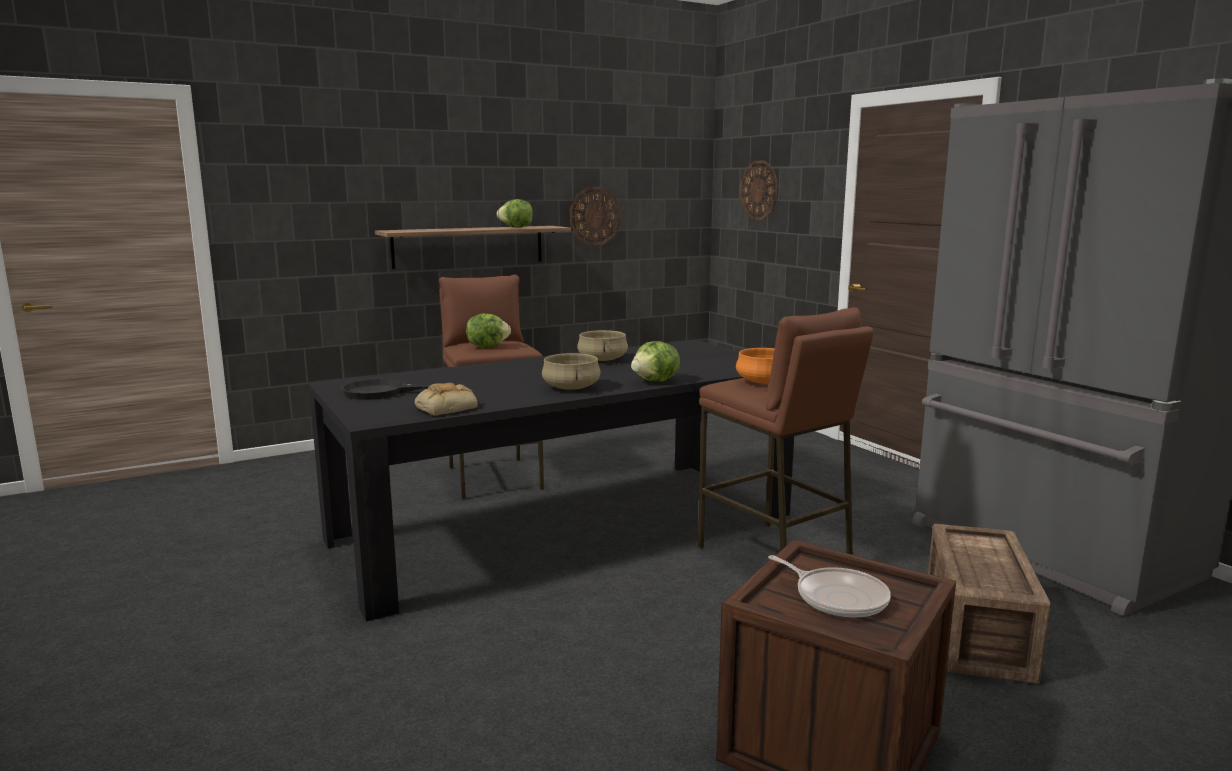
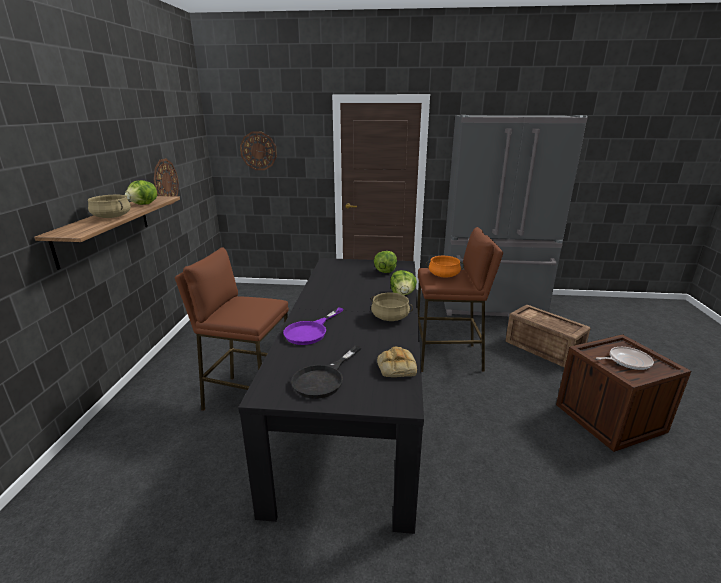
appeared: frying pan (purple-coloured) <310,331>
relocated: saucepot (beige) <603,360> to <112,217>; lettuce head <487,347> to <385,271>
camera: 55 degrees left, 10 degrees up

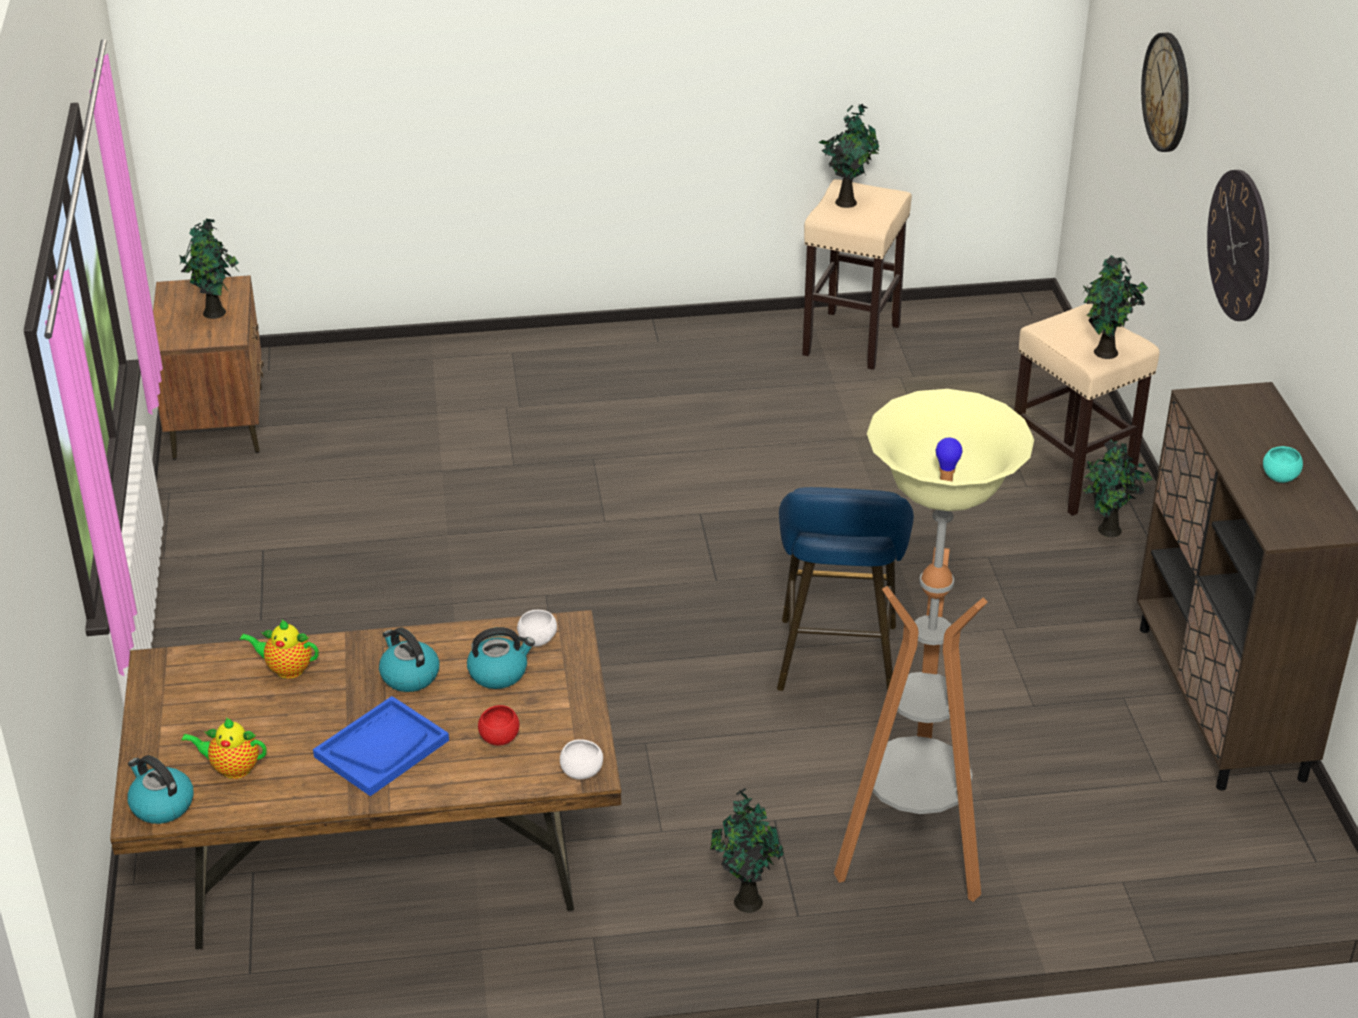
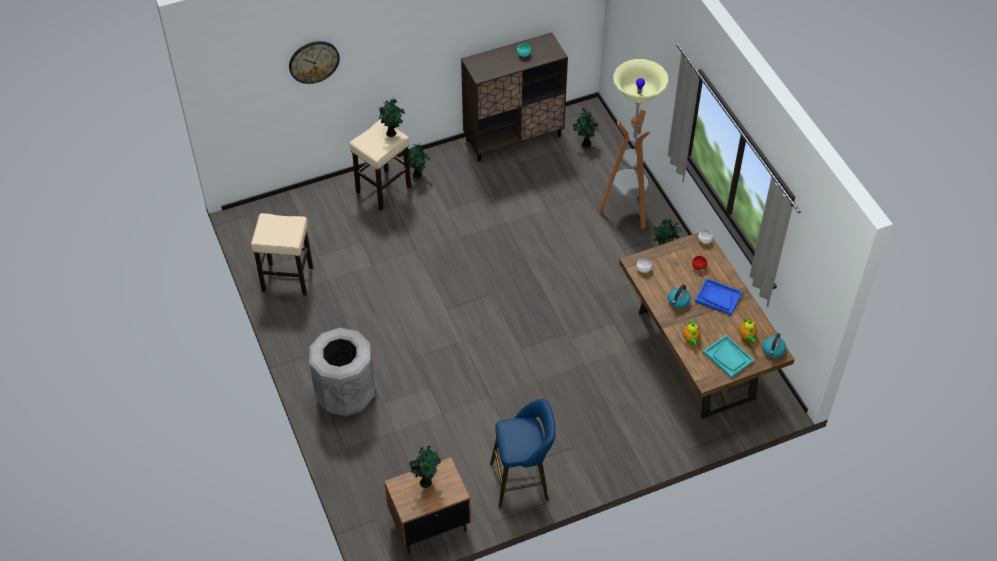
missing: kettle <499,673>; hanging clock <1239,245>
appeared: waste bin (greyish) <346,395>; serving tray (blue-green) <728,357>
relocated: sitting stool (bluish) <837,663> to <523,481>; potted plant <847,201> to <585,144>
camera: 105 degrees left, 15 degrees up

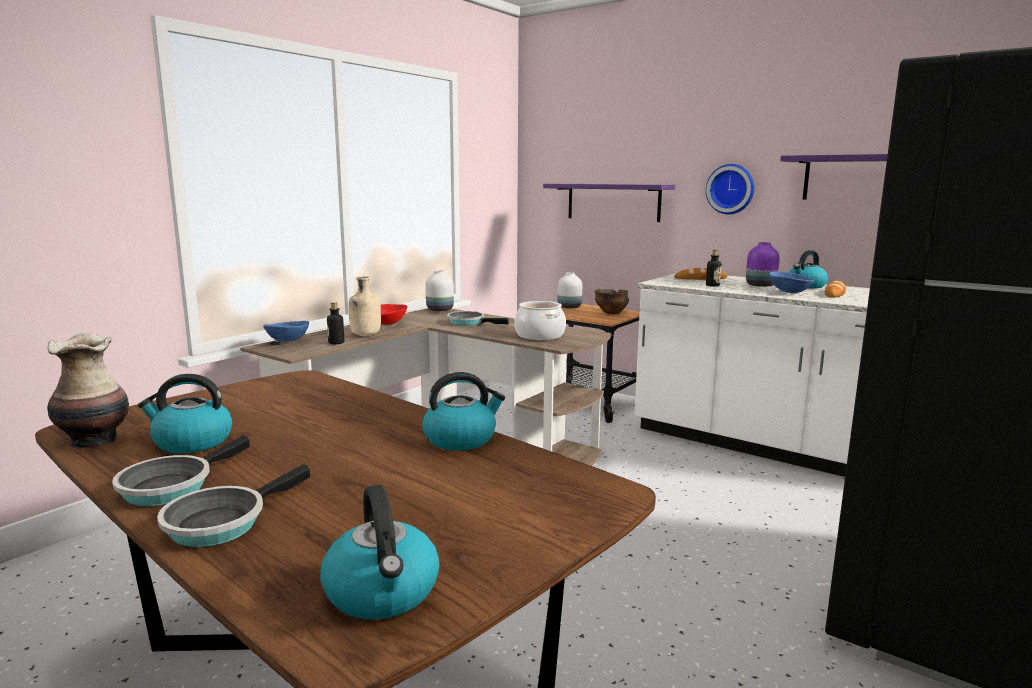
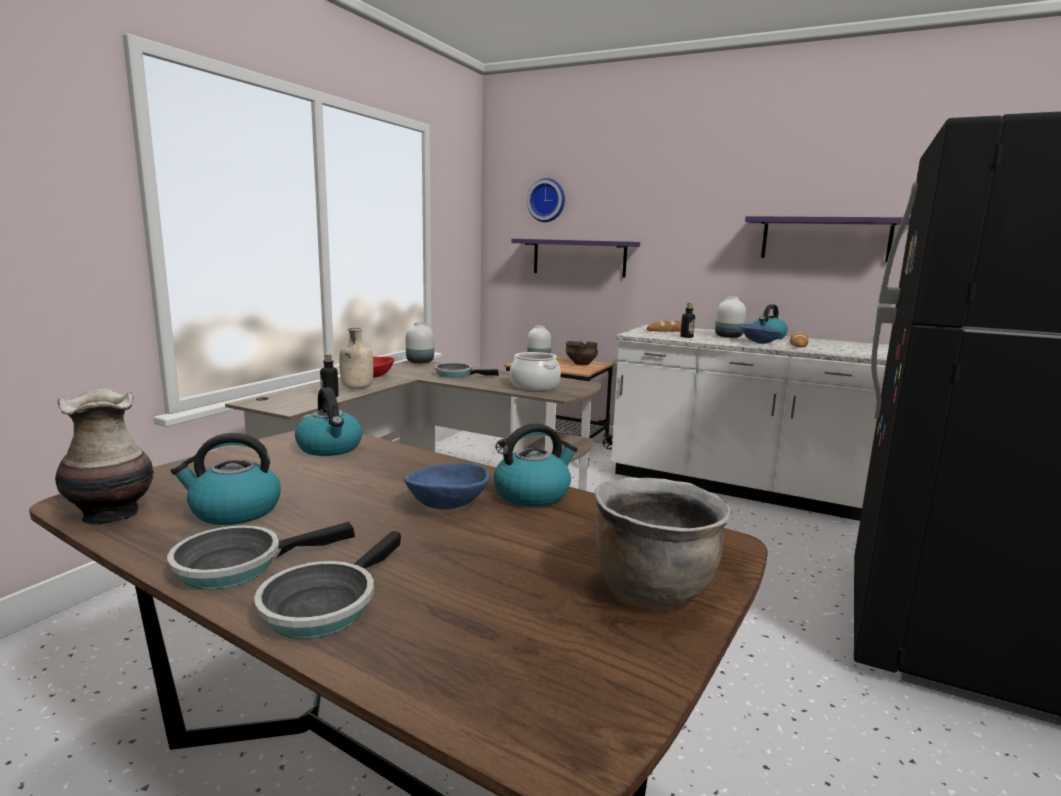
appeared: saucepot (brownish) <652,588>
relocated: kettle <383,593> to <330,448>; deep dish (bluish) <287,341> to <447,506>; hanging clock <731,189> to <547,200>
colour: vase (purple-coloured) <761,285> to vase (whitish) <729,337>
spun: frying pan <171,486> = <238,565> 45 degrees clockwise
camera: 10 degrees left, 0 degrees up

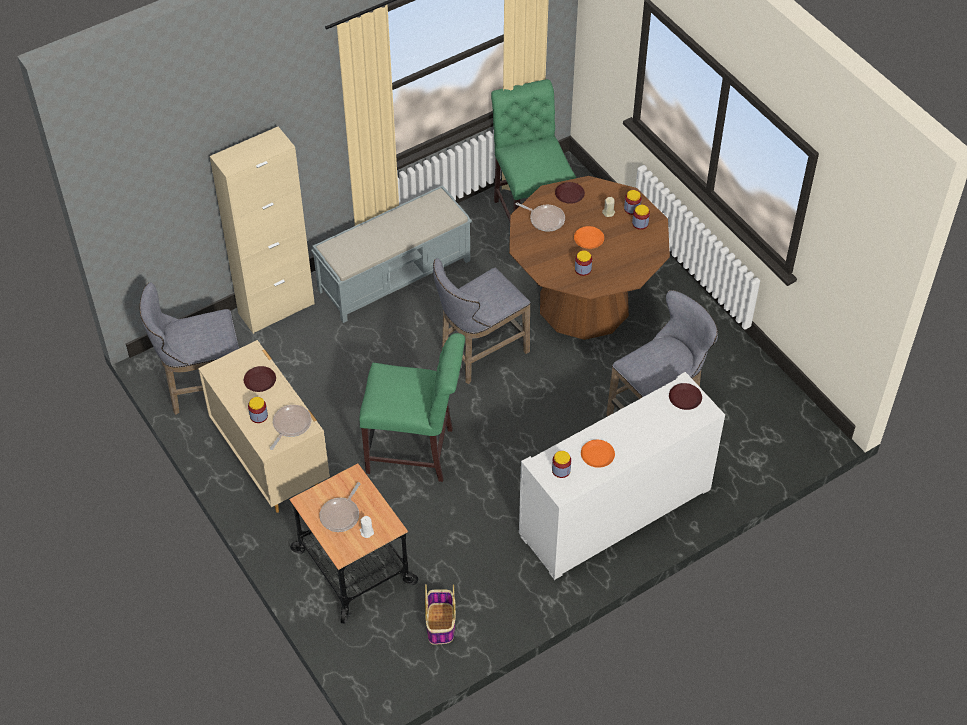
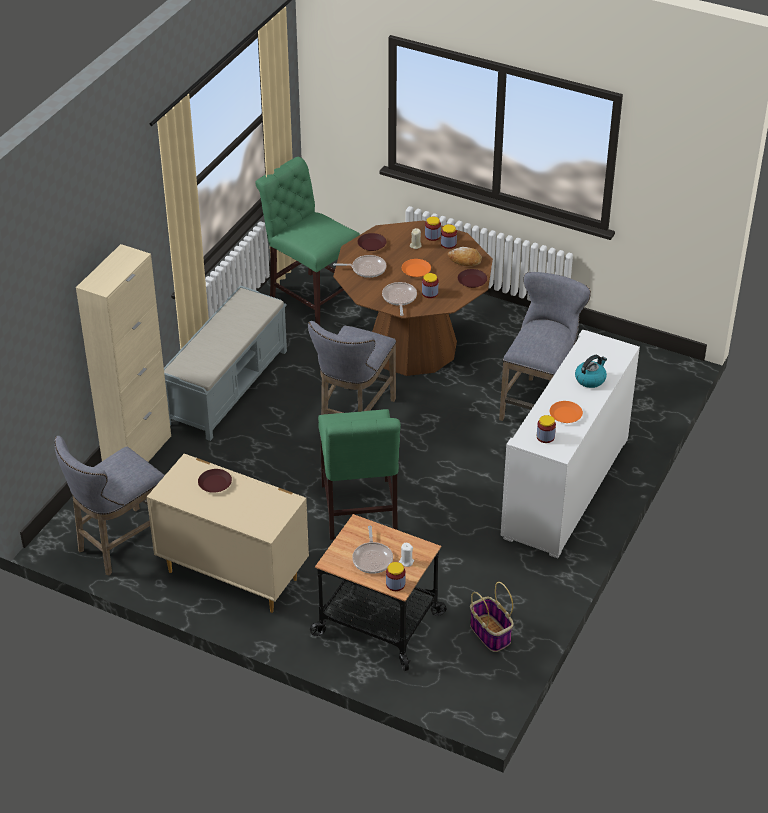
appeared: bakery bread <465,260>; kettle <590,379>
relocated: frying pan <290,425> to <399,298>; storage jar <259,416> to <395,584>; dinner plate (brownish) <685,398> to <472,281>
spun: chair (green) <415,451> = <359,513> 105 degrees clockwise
camera: 30 degrees left, 10 degrees down

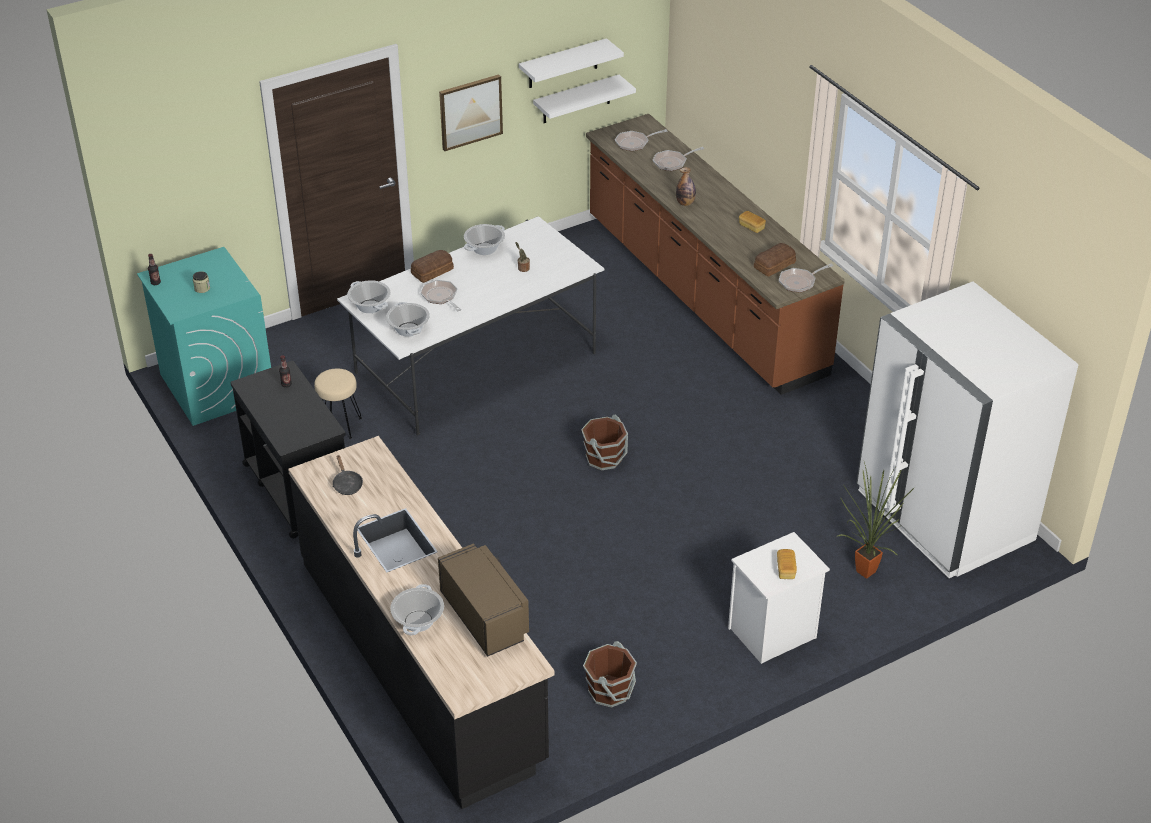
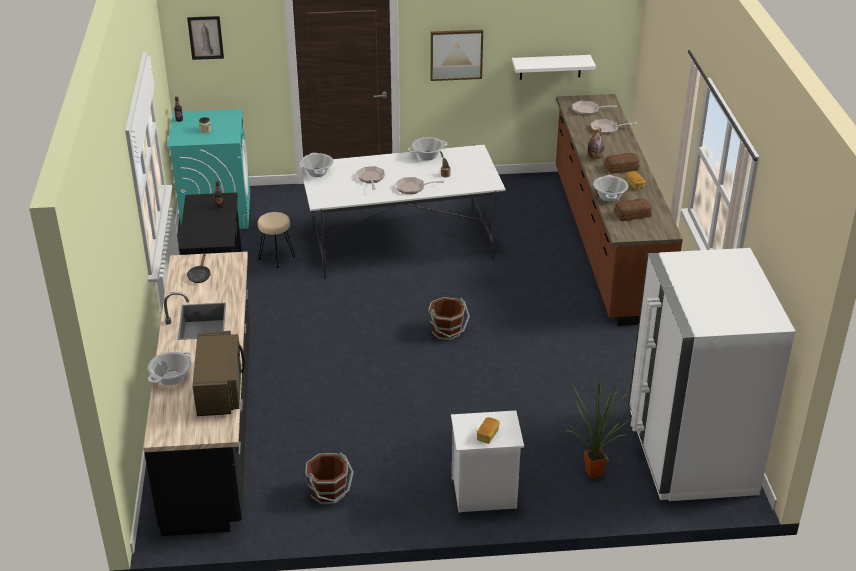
missing: bracket shelf (whitish) <563,64>
appeared: picture <205,37>
relocated: frying pan <800,282> to <413,188>; saucepot <408,329> to <609,196>; bakery bread <433,271> to <622,168>
camera: 25 degrees right, 5 degrees down

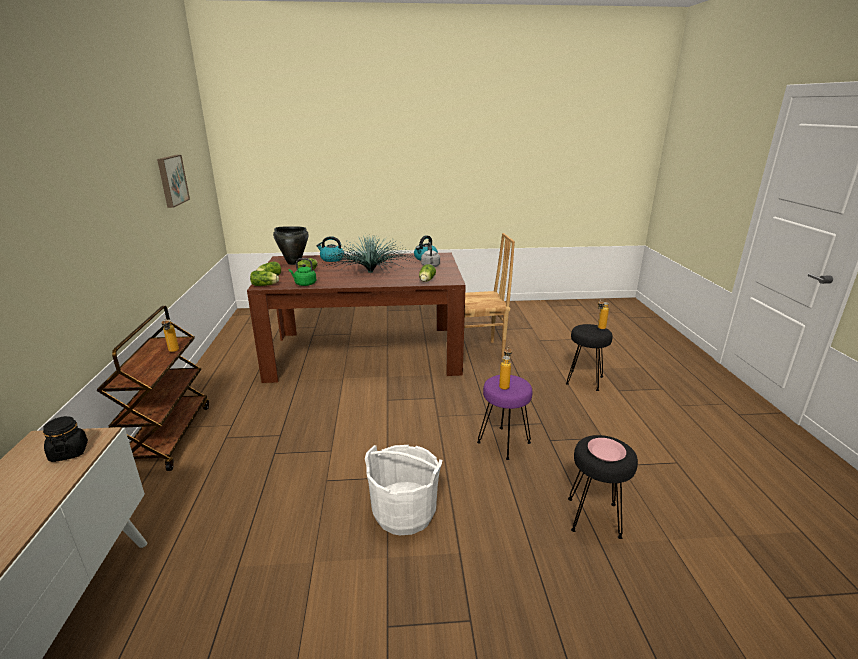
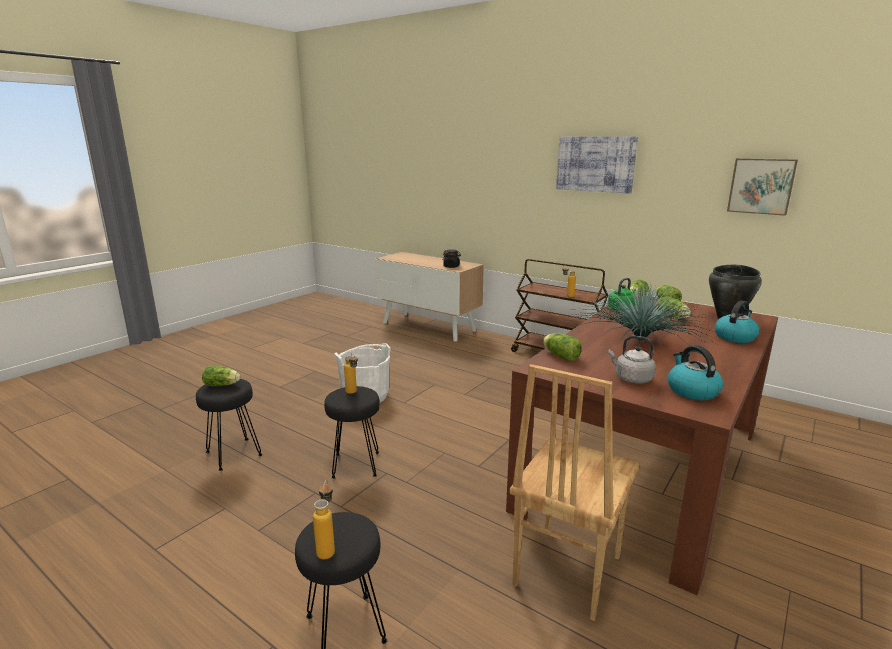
appeared: picture <595,164>
exchanged: dinner plate (pink) <606,453> to lettuce head <223,385>
colour: sitting stool (purple-coloured) <503,443> to sitting stool (black) <356,464>
camera: 130 degrees right, 5 degrees down

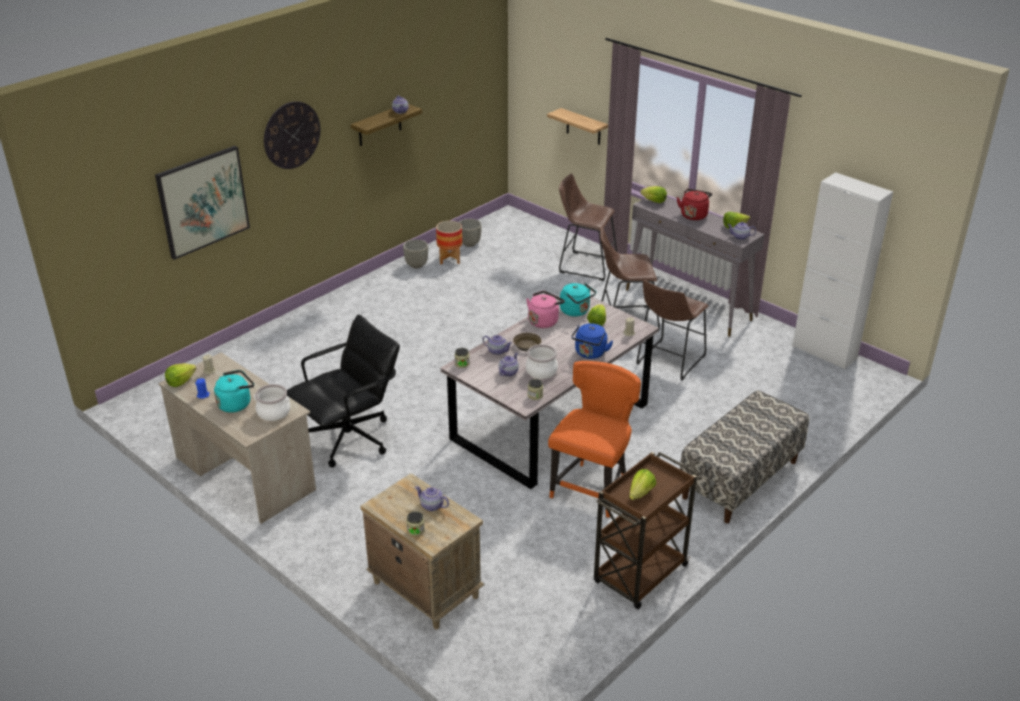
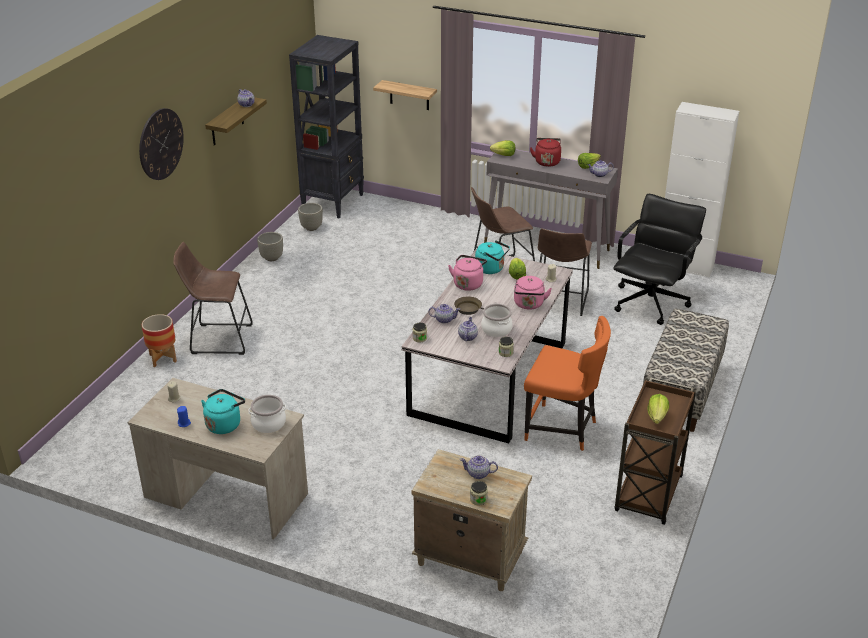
missing: picture <203,201>; lettuce head <180,382>
appeared: shelving unit (black) <333,202>
relocated: flower pot <450,259> to <163,358>; sitting stool (brownish) <584,265> to <218,339>; computer chair (black) <350,439> to <651,302>
colour: kettle (bluish) <590,354> to kettle (pink) <529,305>
spun: chair (orange) <592,488> = <562,429> 105 degrees clockwise
camera: 20 degrees left, 0 degrees up

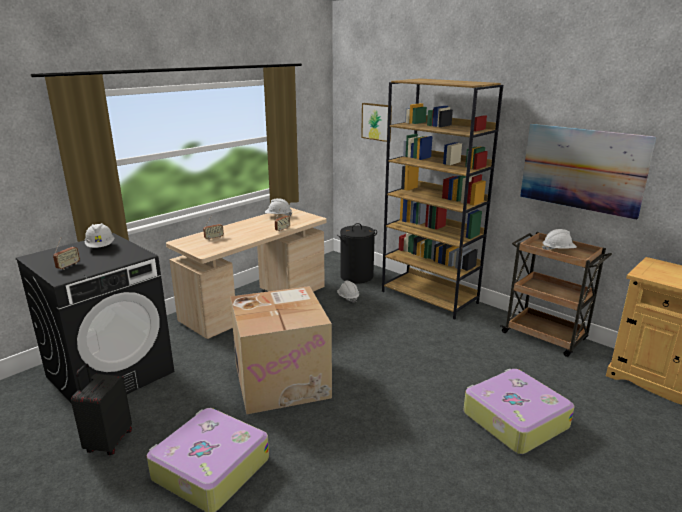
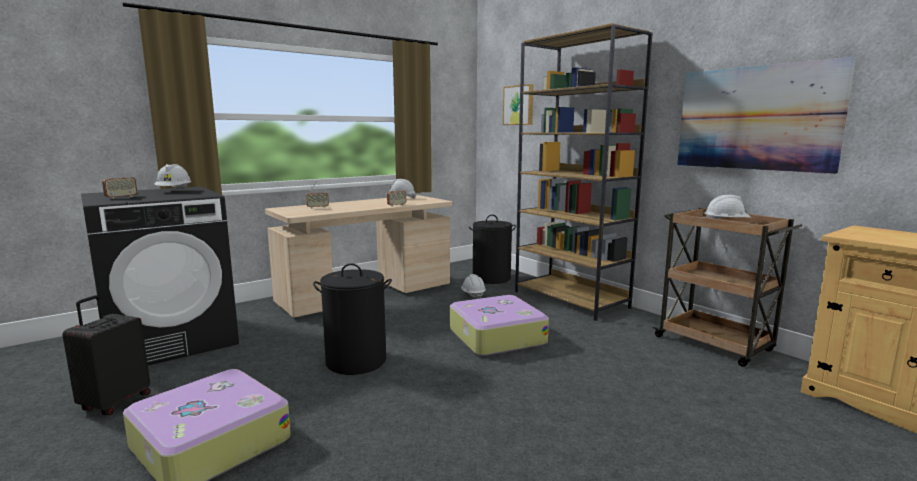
relocated: suitcase <513,419> to <495,336>
exchanged: cardboard box <282,380> to hamper (black) <356,361>
camera: 10 degrees right, 10 degrees down

